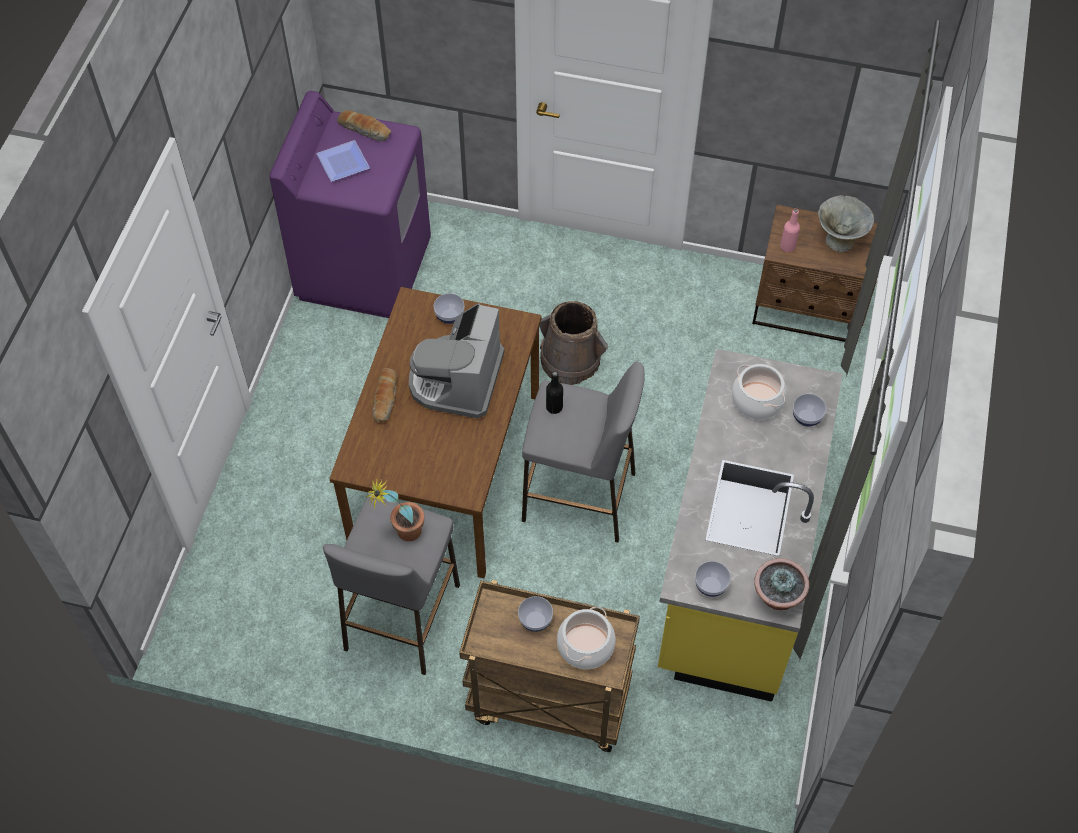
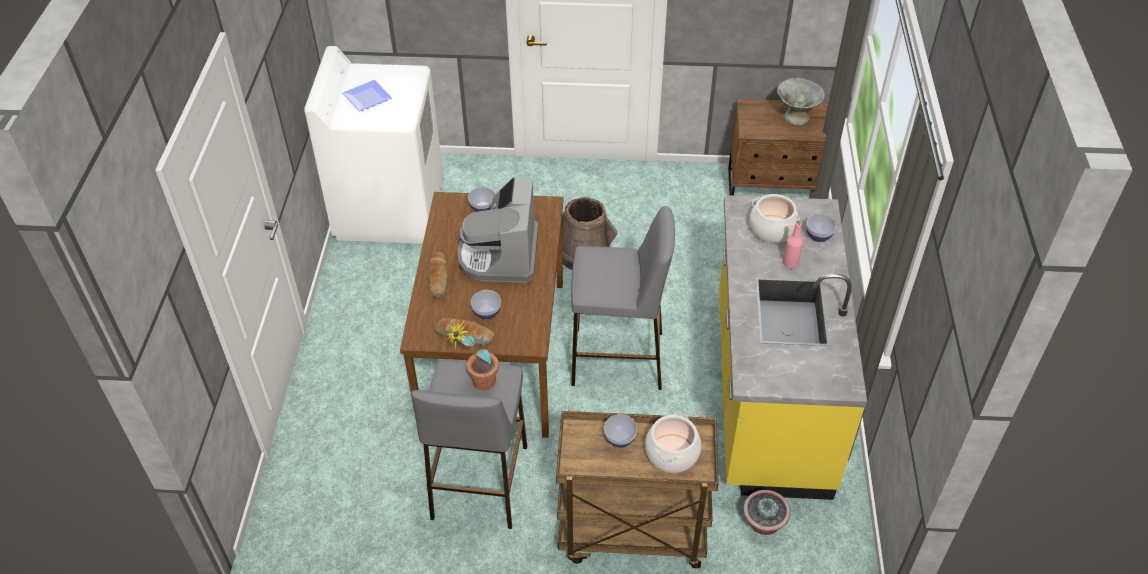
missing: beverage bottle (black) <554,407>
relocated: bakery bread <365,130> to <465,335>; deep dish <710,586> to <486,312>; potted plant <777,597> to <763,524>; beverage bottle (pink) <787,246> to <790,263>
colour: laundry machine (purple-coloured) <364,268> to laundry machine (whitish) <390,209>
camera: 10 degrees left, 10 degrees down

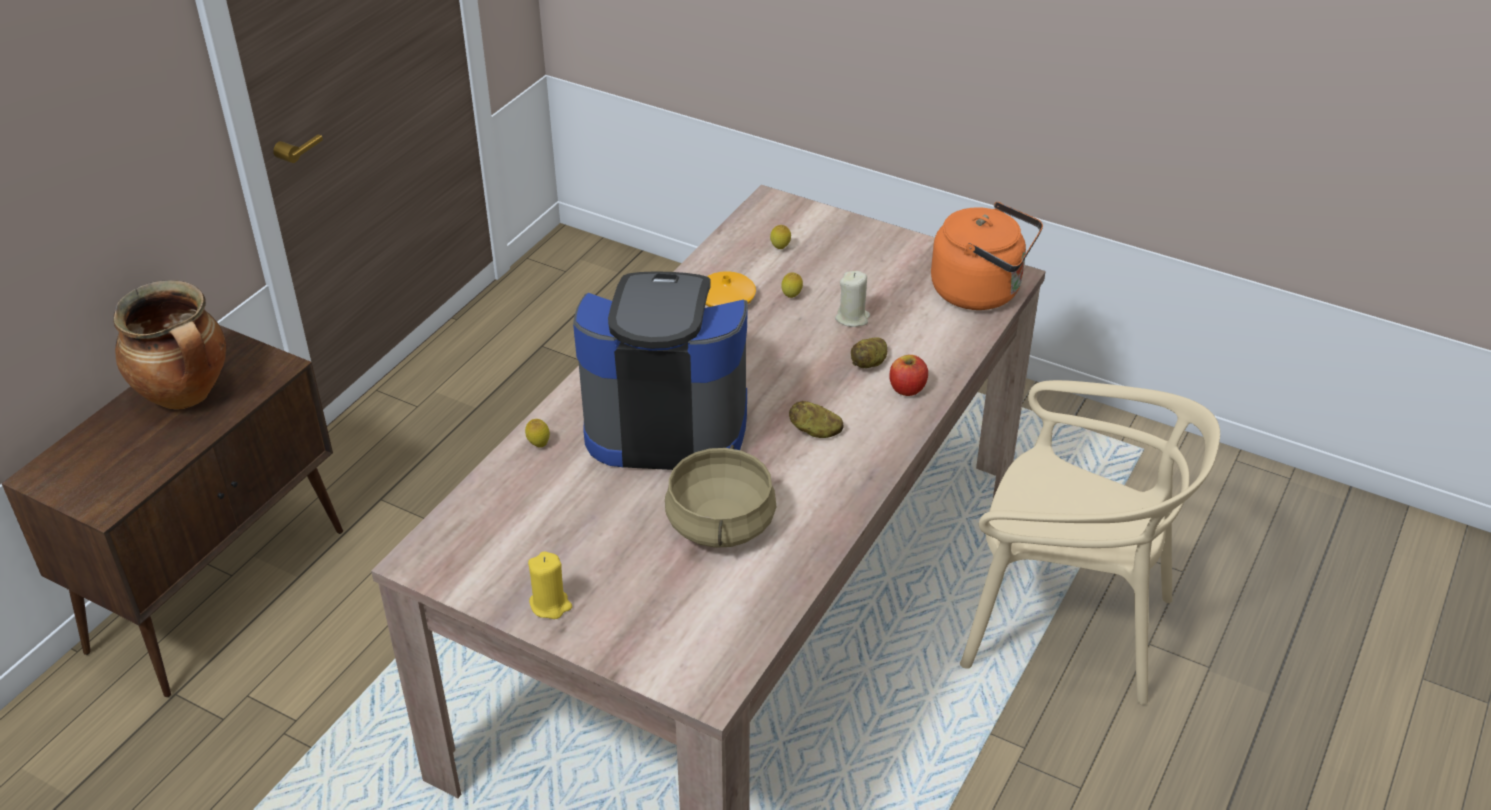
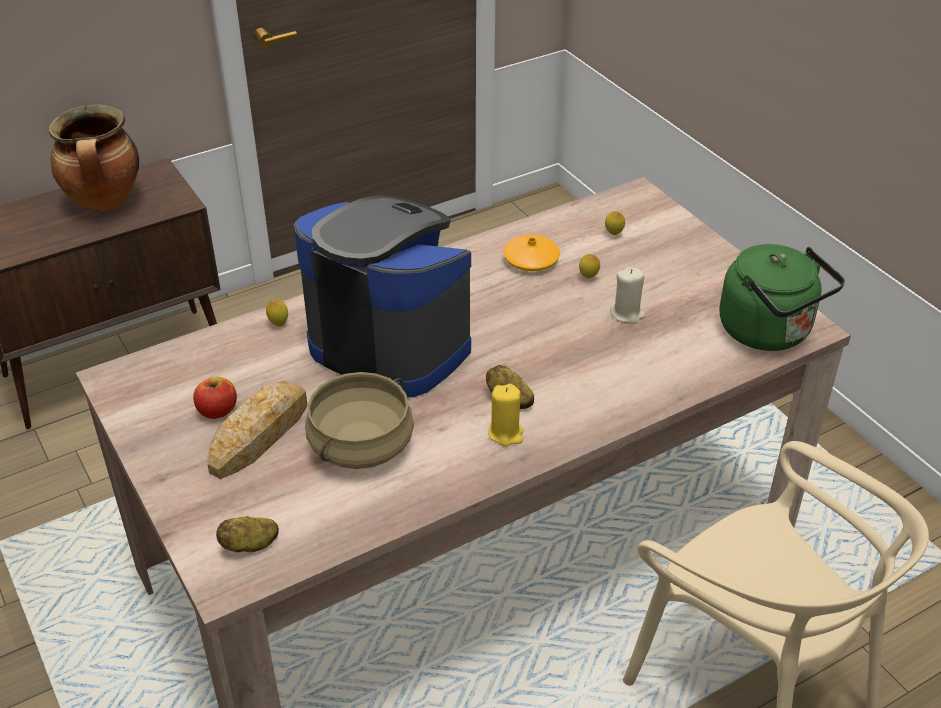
appeared: bakery bread <259,434>
relocated: apple fruit <907,388> to <217,410>; whole potato <869,363> to <250,545>; wax candle (yellowish) <550,605> to <506,433>
colour: kettle (orange) <981,291> to kettle (green) <769,332>
camera: 30 degrees right, 0 degrees up

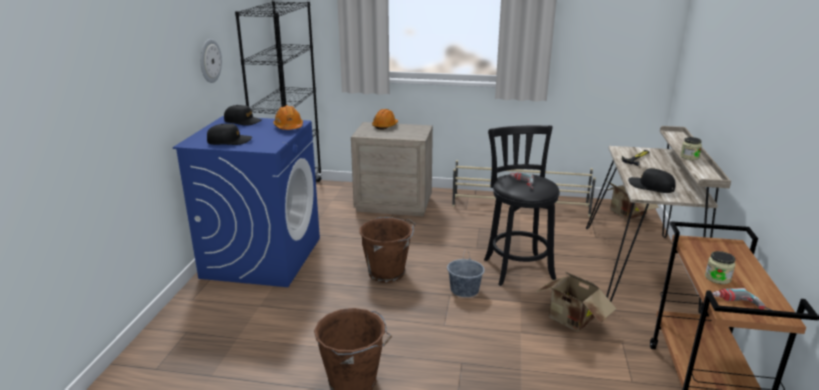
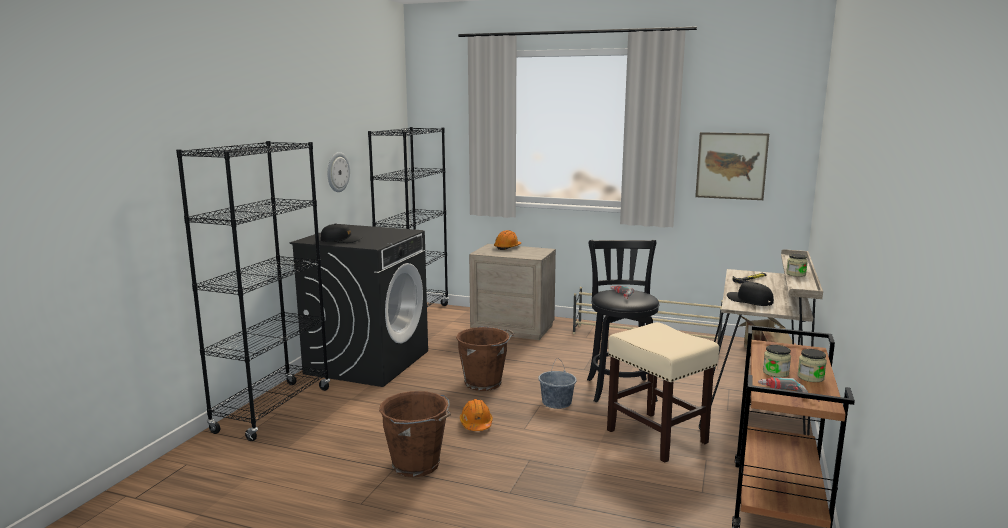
missing: baseball cap (black) <243,121>
appeared: shelving unit (black) <273,410>; picture <731,166>; storage jar <810,377>
relocated: work helmet (orange) <288,127> to <476,424>
exchanged: cardboard box <570,321> to sitting stool (beige) <658,437>
colour: laundry machine (bluish) <262,257> to laundry machine (black) <368,362>
camera: 10 degrees right, 10 degrees down

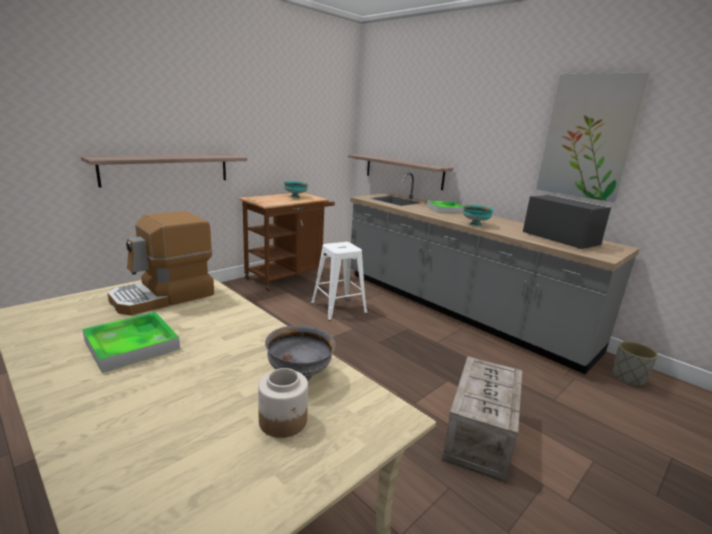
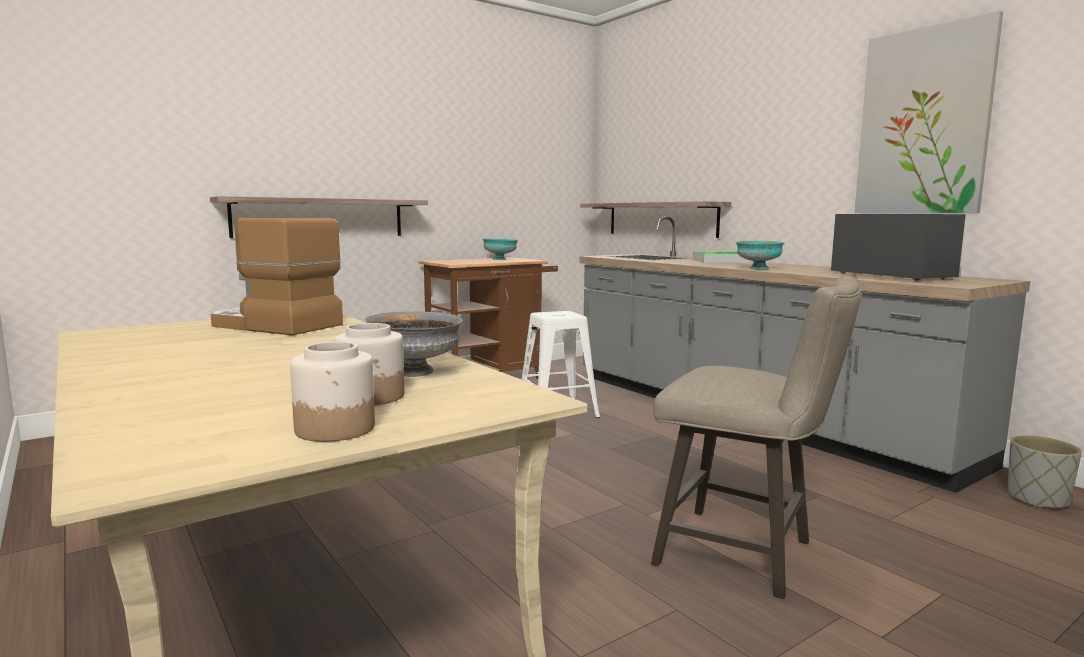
missing: serving tray <132,345>
appeared: storage jar <336,429>
exchanged: shipping crate <480,436> to sitting stool (beige) <746,555>
spun: coffee brewer <164,296> = <275,326> 60 degrees clockwise
camera: 10 degrees right, 10 degrees down

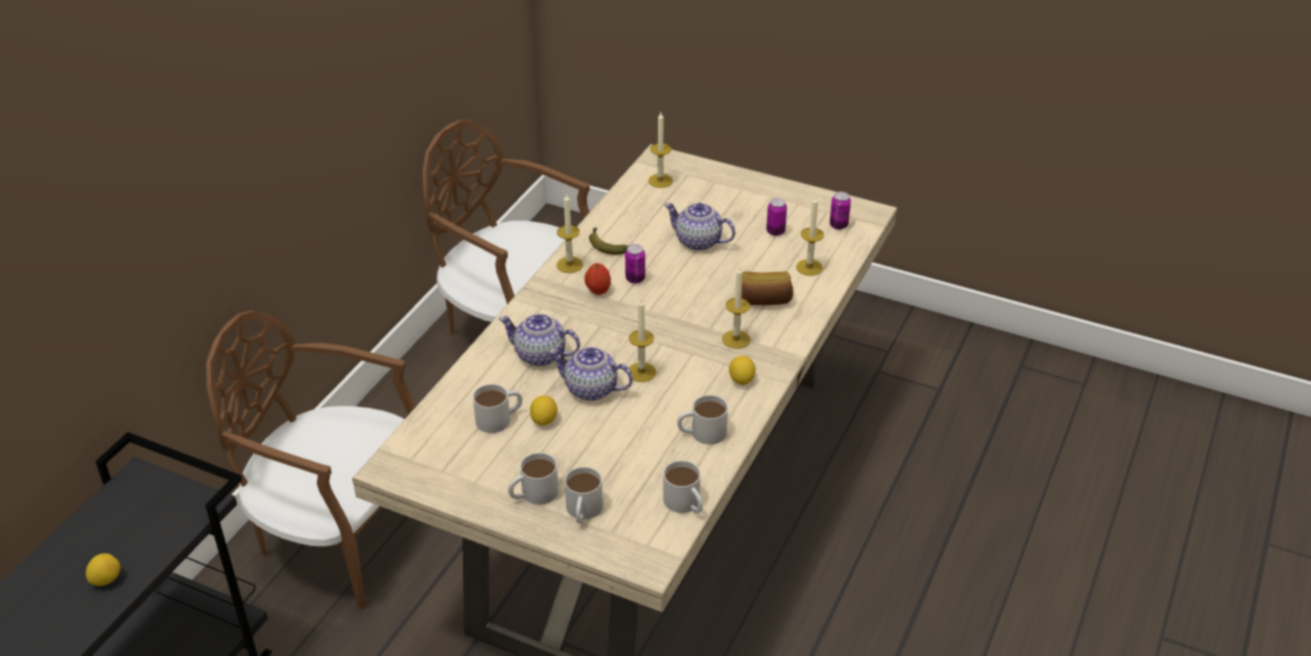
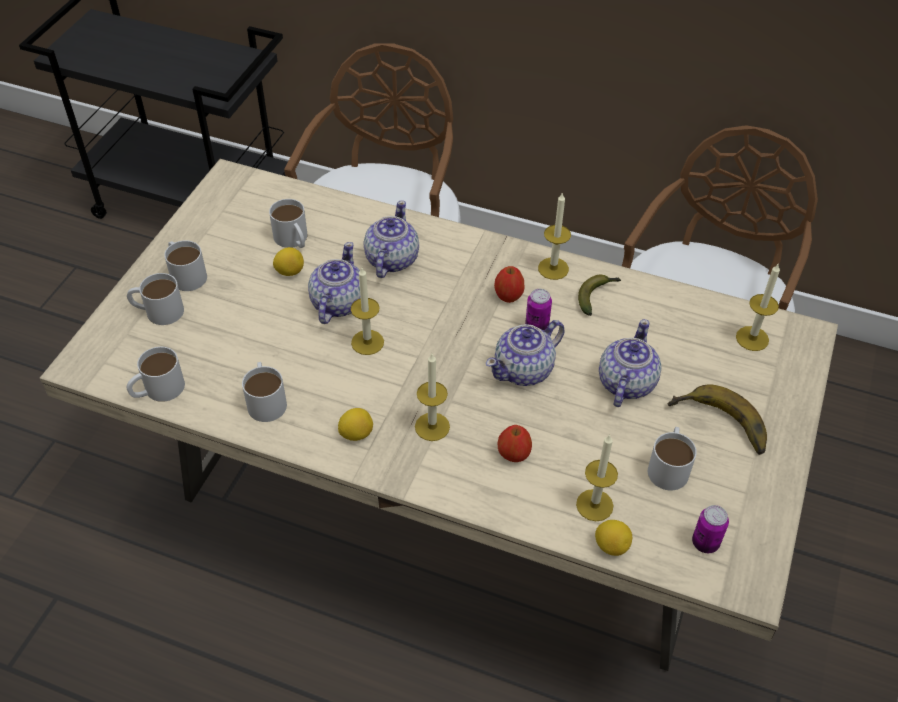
appeared: pot for tea <524,370>; banana fruit <718,427>
relocated: lemon <106,579> to <611,546>
exchanged: bakery bread <764,300> to apple fruit <513,455>; sealed can <775,232> to coffee mug (whitish) <669,465>
camera: 85 degrees right, 10 degrees up

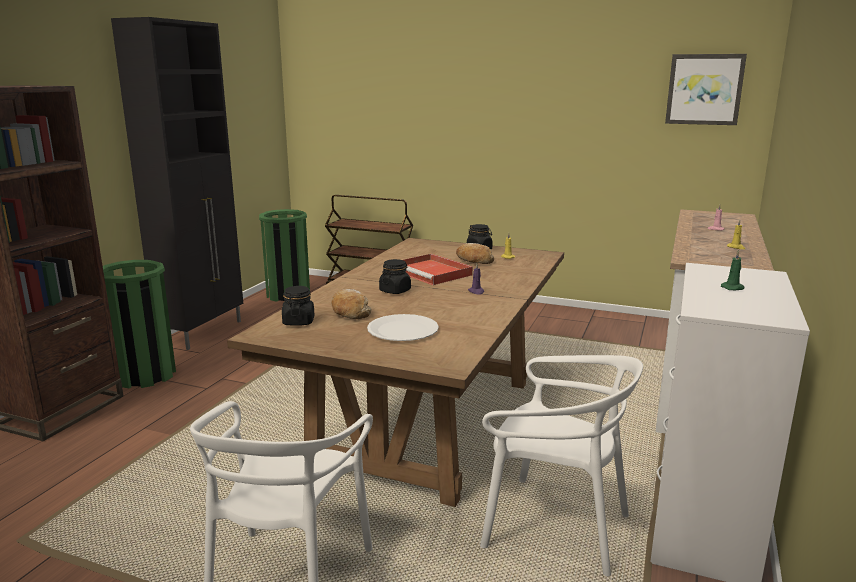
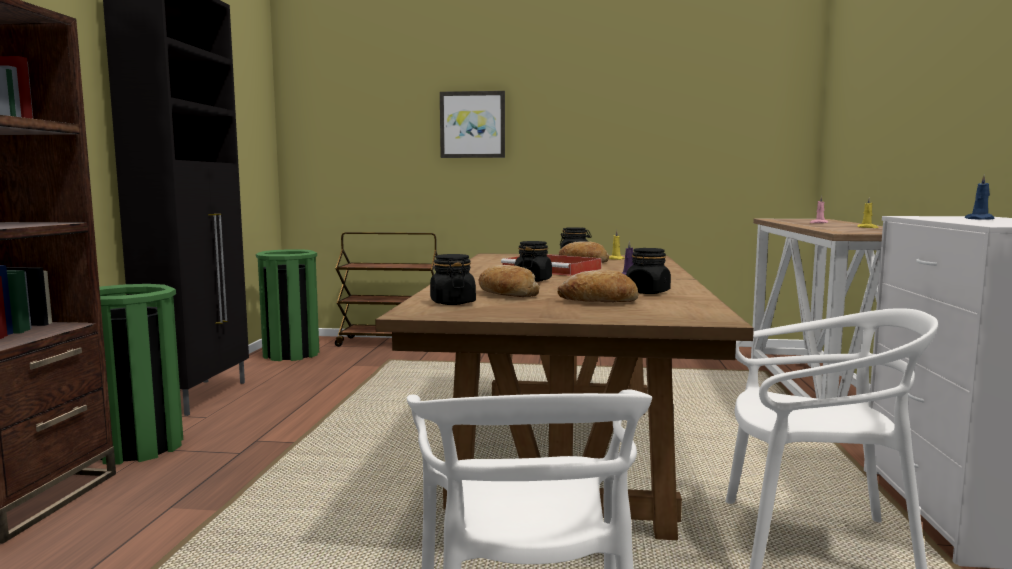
appeared: storage jar (black) <647,292>
relocated: picture <704,89> to <472,125>
exchanged: dinner plate (whitish) <402,330> to bakery bread <599,301>
colour: wax candle (green) <733,288> to wax candle (bluish) <980,219>
camera: 15 degrees left, 10 degrees down

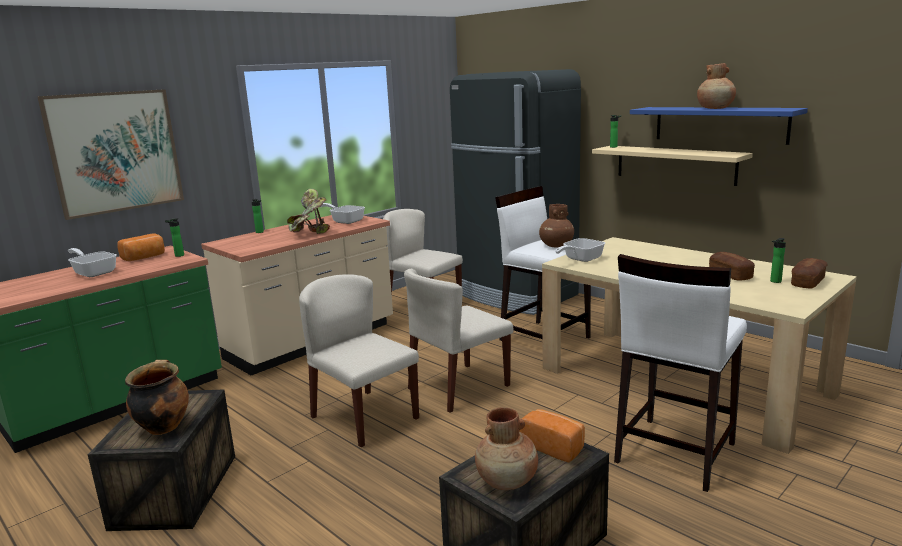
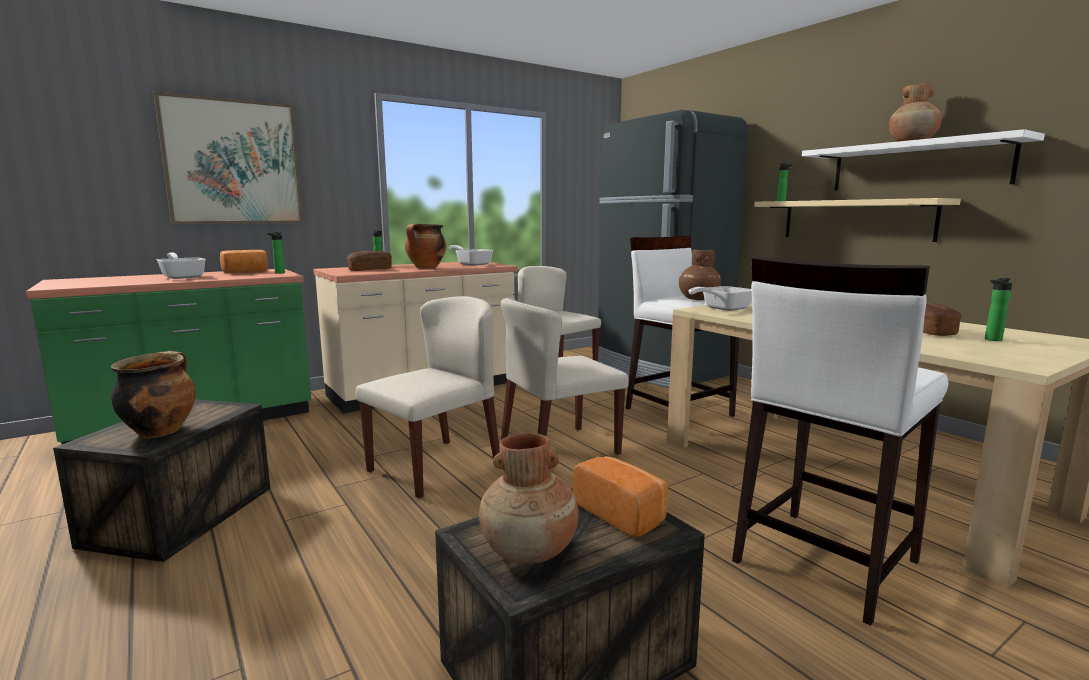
relocated: bakery bread <808,282> to <370,269>
exchanged: potted plant <309,233> to saucepot <426,268>
colour: bracket shelf (bluish) <719,124> to bracket shelf (whitish) <917,166>
spun: chair (beige) <363,417> = <435,466> 75 degrees clockwise
camera: 10 degrees right, 5 degrees down

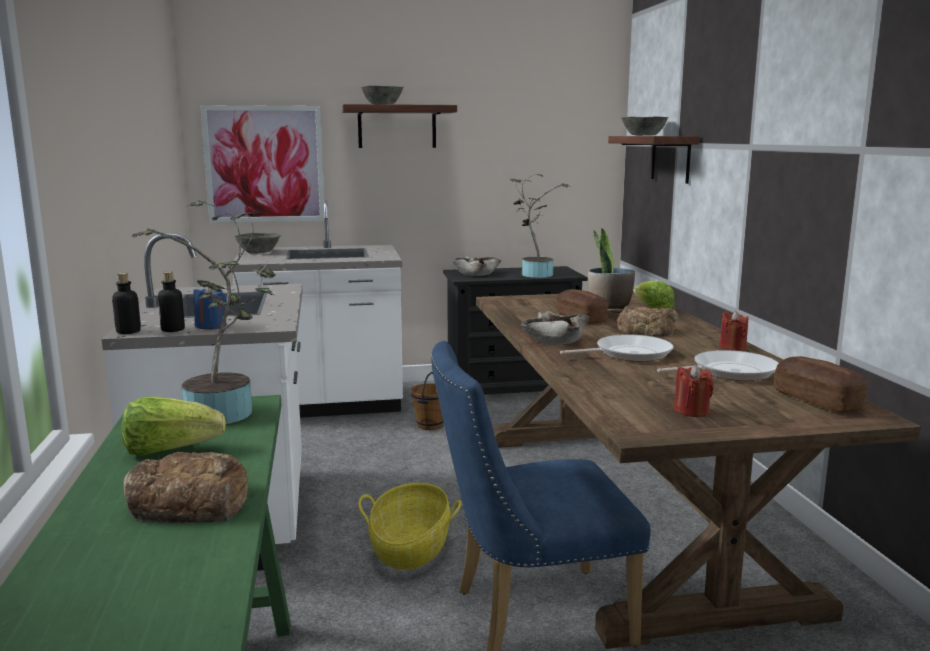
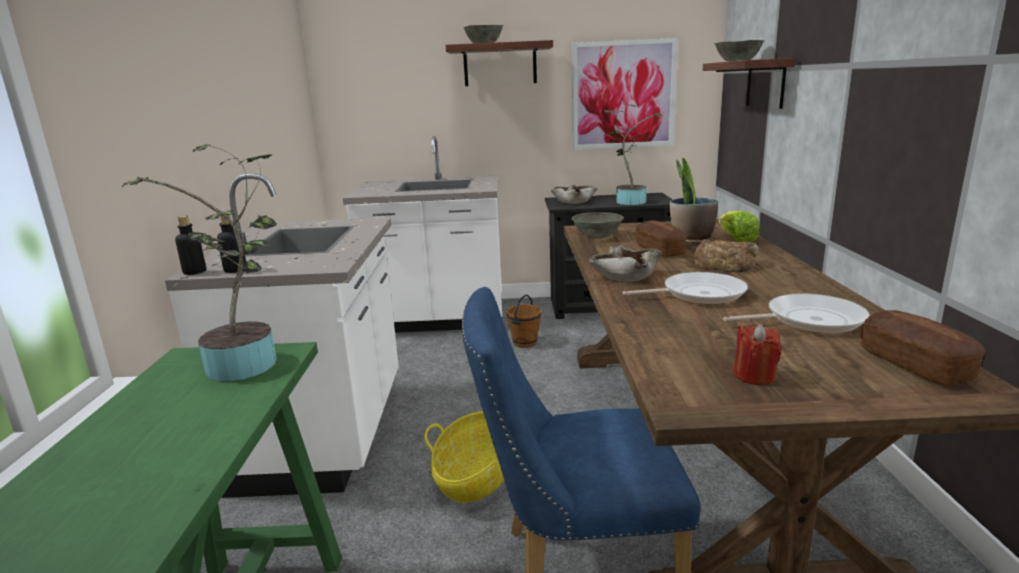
missing: lettuce head <170,450>; bakery bread <189,502>; wax candle (bluish) <211,326>; wax candle (red) <732,347>
relocated: picture <264,164> to <623,95>; deep dish (greyish) <258,252> to <597,236>
camera: 10 degrees right, 5 degrees up

